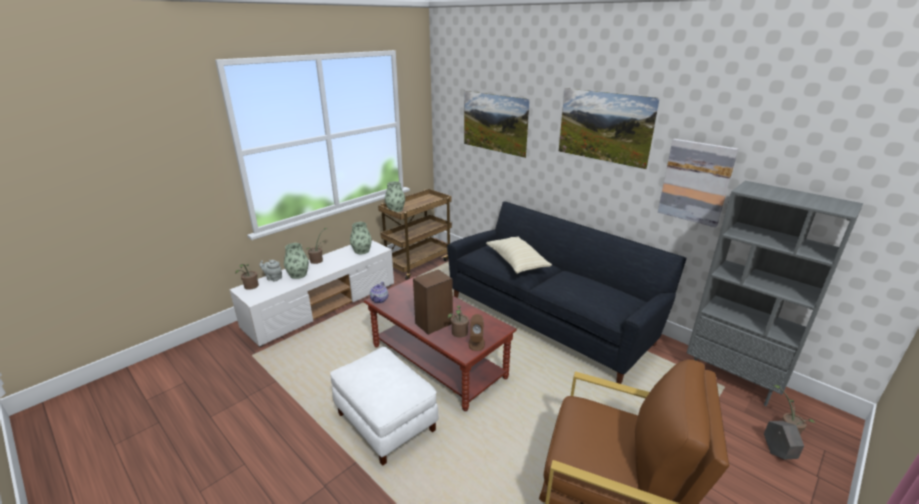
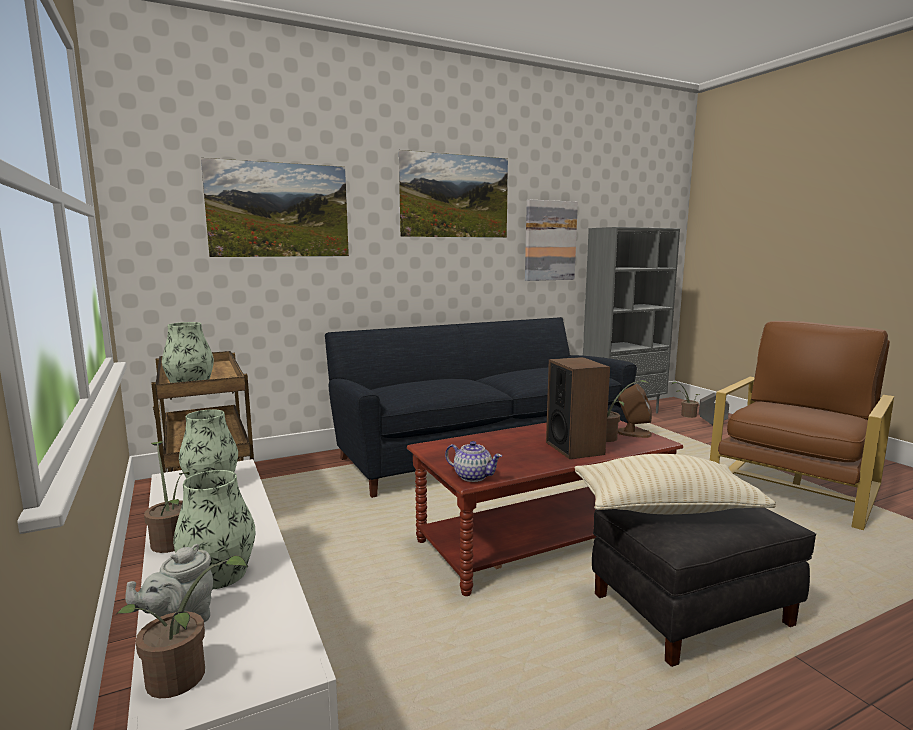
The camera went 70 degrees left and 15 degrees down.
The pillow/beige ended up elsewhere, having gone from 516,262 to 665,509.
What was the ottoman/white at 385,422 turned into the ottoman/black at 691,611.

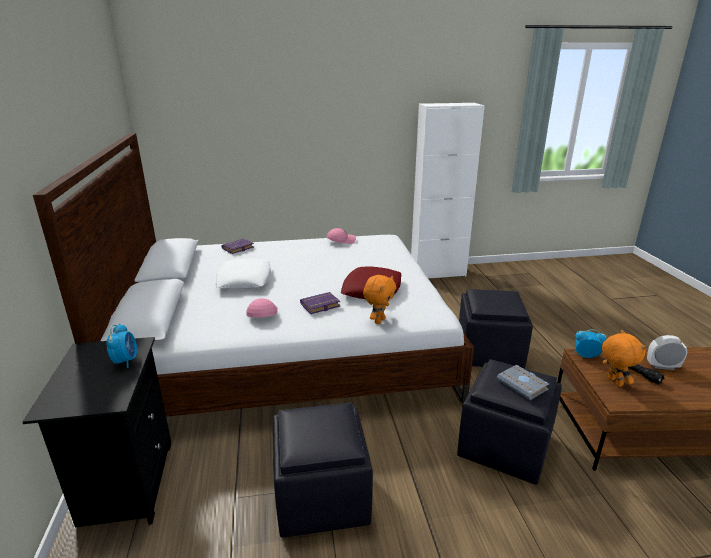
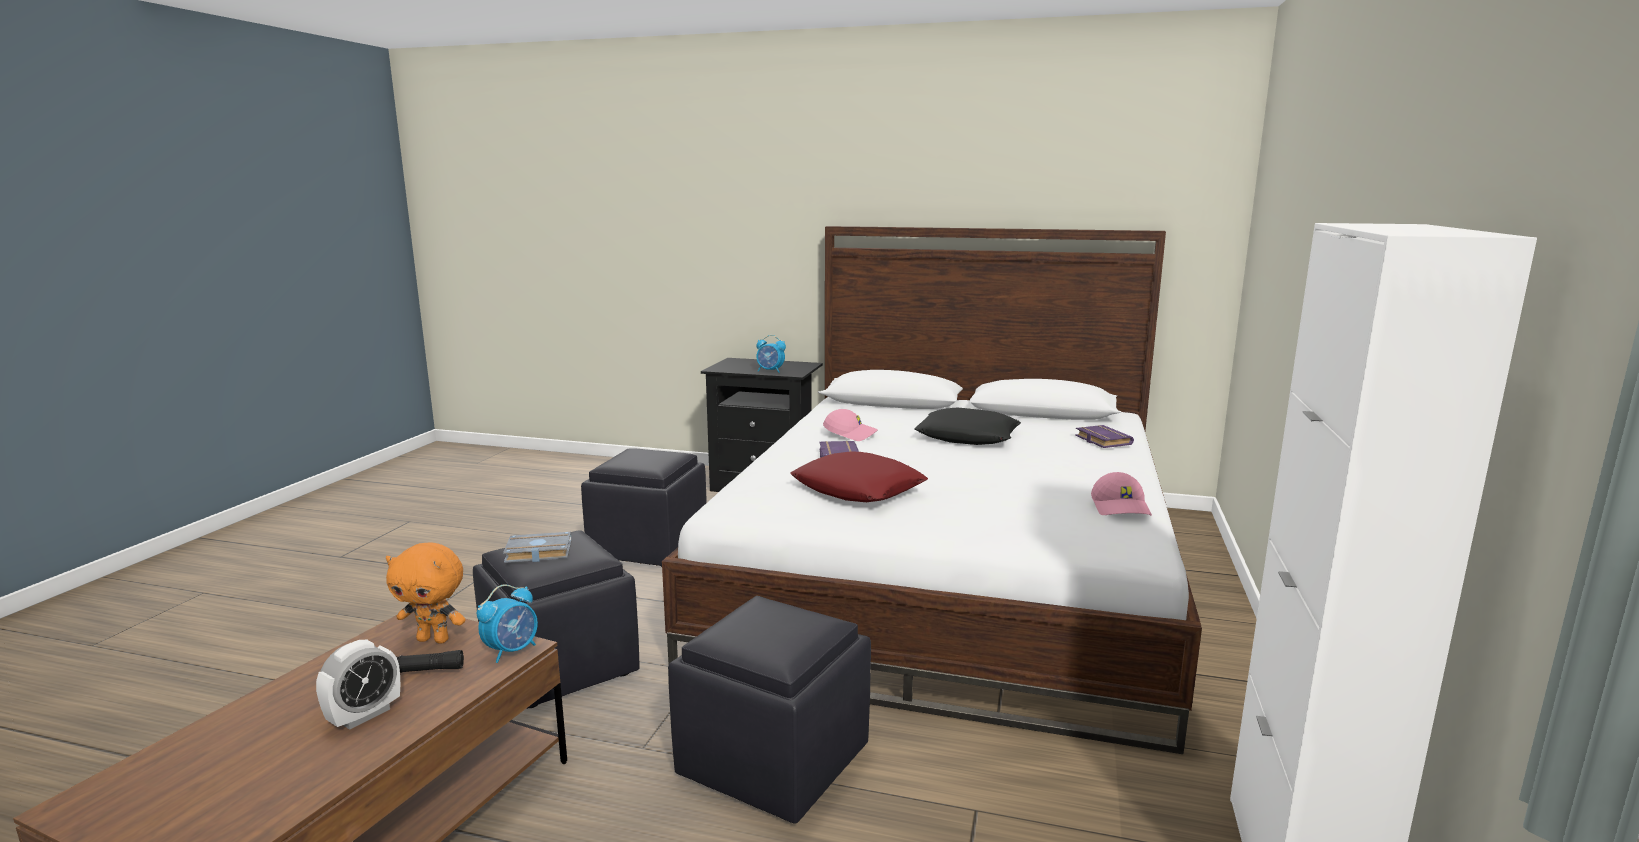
The camera went 115 degrees right and 10 degrees down.
The second view lost the plush toy/orange at 379,320.
What was the pillow/white at 244,280 turned into the pillow/black at 967,436.

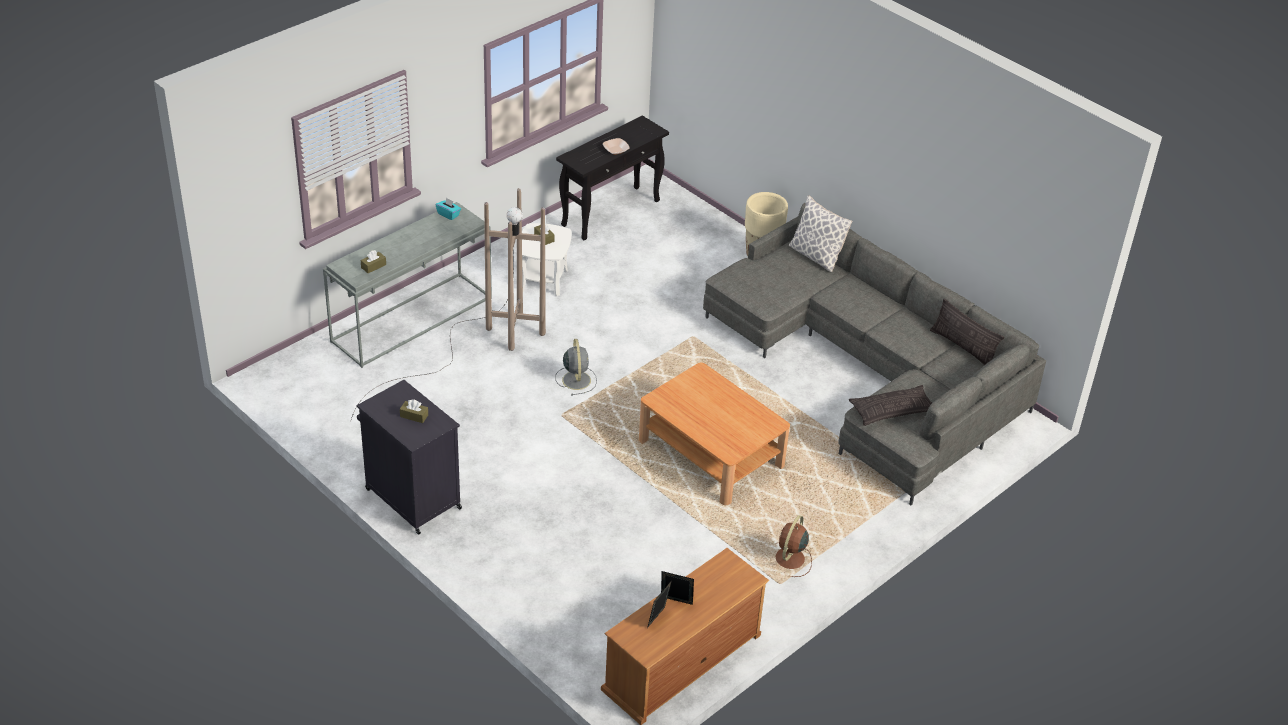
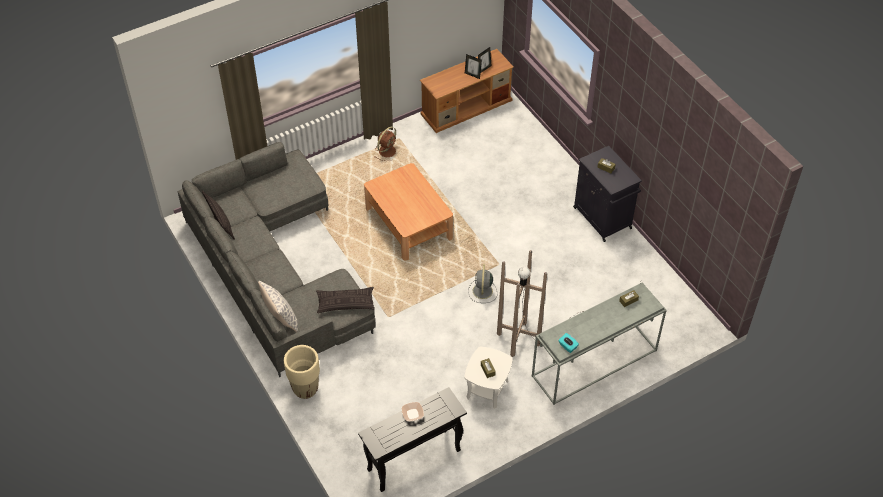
The camera went 165 degrees left and 10 degrees up.
The pillow ended up elsewhere, having gone from 892,410 to 345,303.

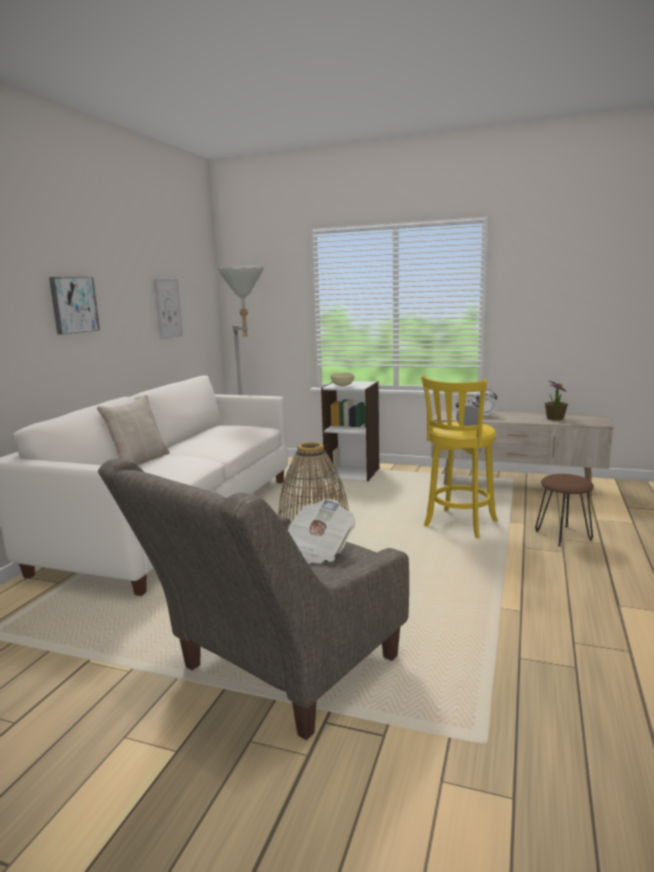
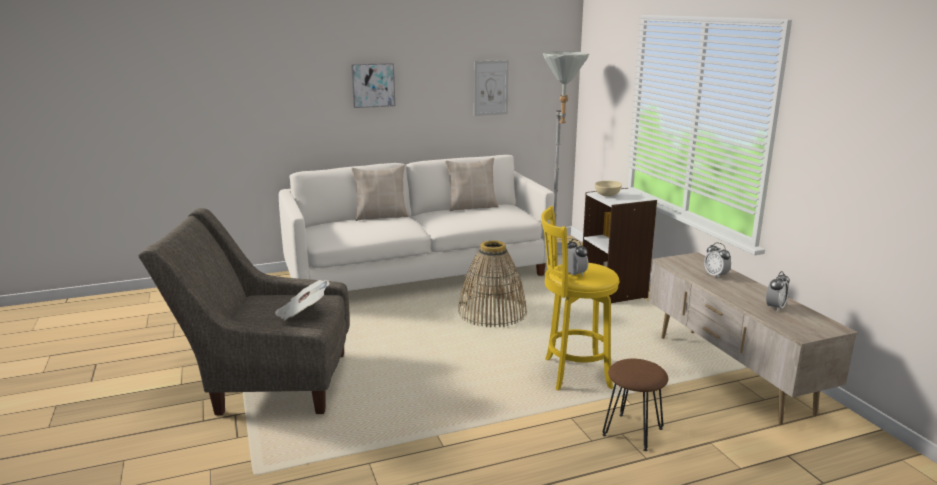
The camera went 50 degrees right and 5 degrees up.
The second view gained the pillow/beige at 472,207.
Where the potted plant stood at 554,418, the alarm clock came to stand at 775,307.

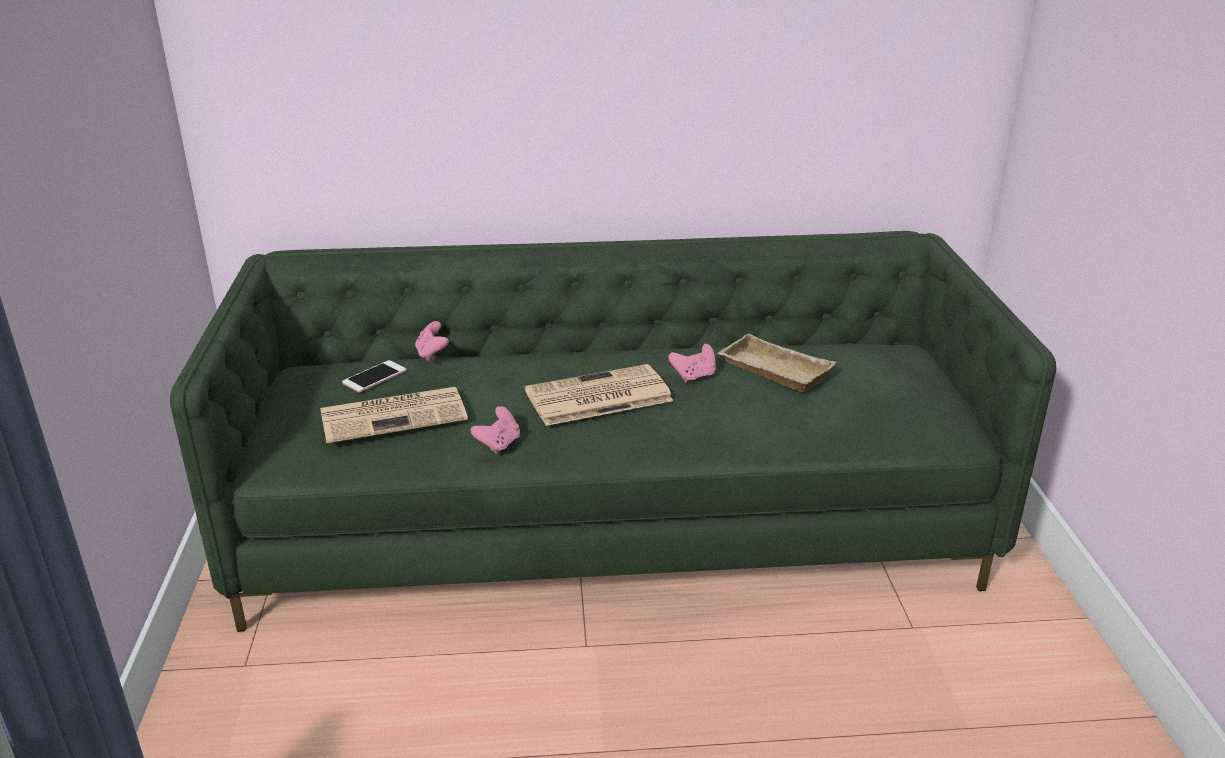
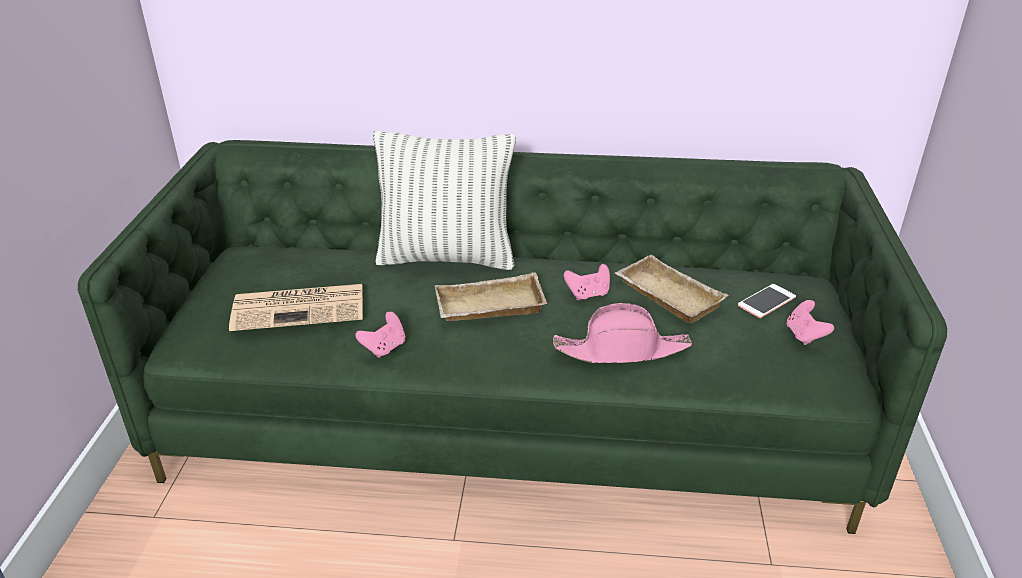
The camera went 10 degrees right and 5 degrees up.
The second view gained the pillow at 447,257.
The second view gained the hat/pink at 622,350.
The phone ended up elsewhere, having gone from 374,377 to 766,301.
The game controller/pink ended up elsewhere, having gone from 432,354 to 804,335.
Where the newspaper stood at 597,397, the tray/beige came to stand at 489,308.

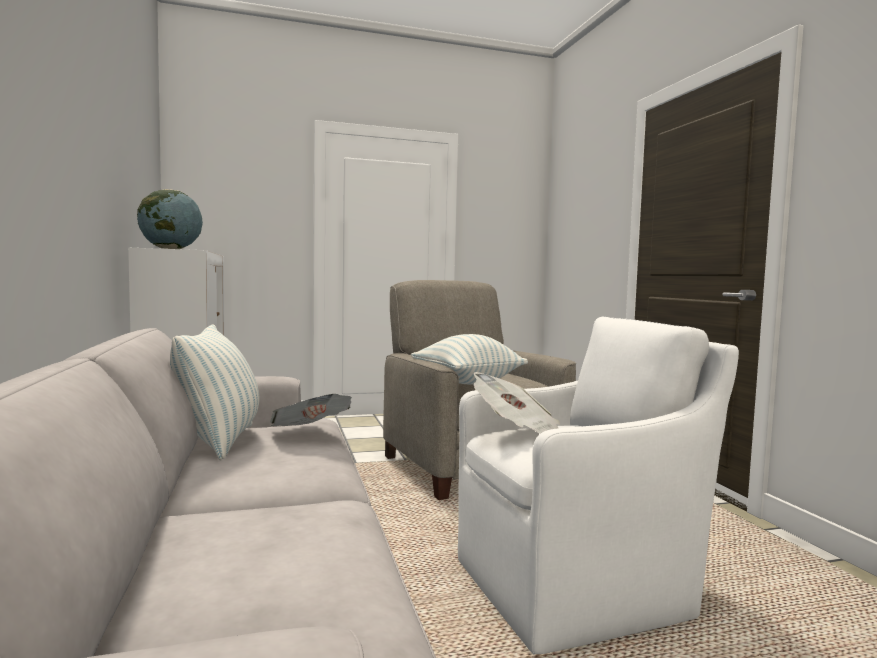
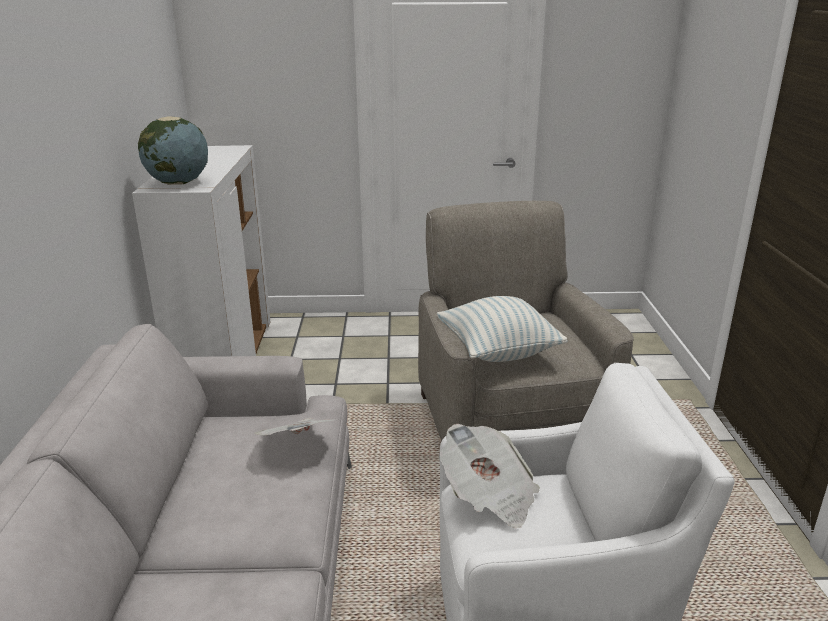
The camera went 15 degrees right and 20 degrees up.
The second view lost the pillow at 219,441.

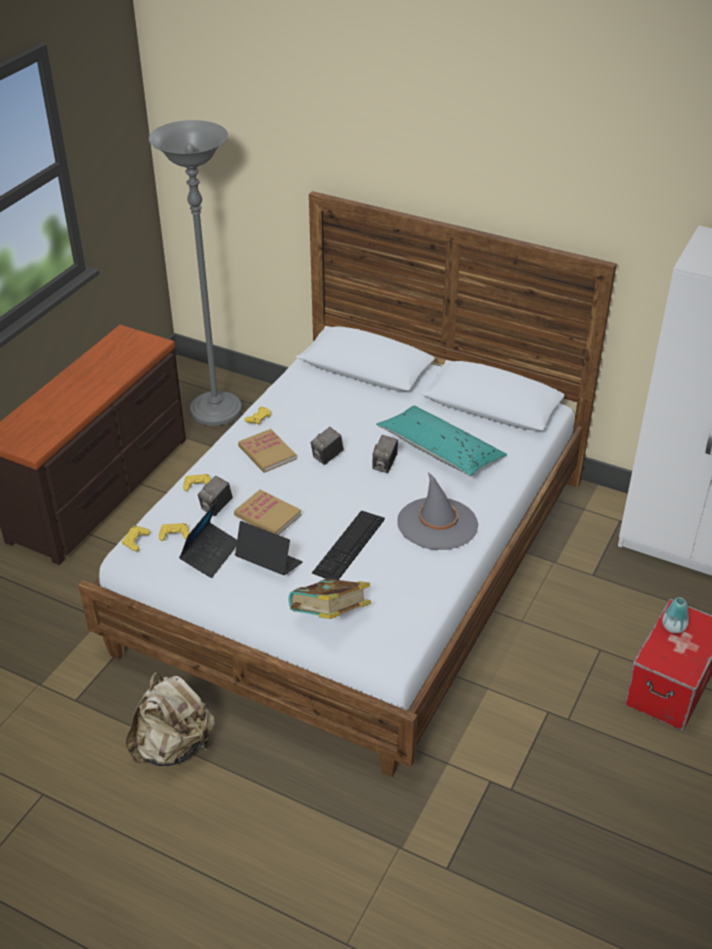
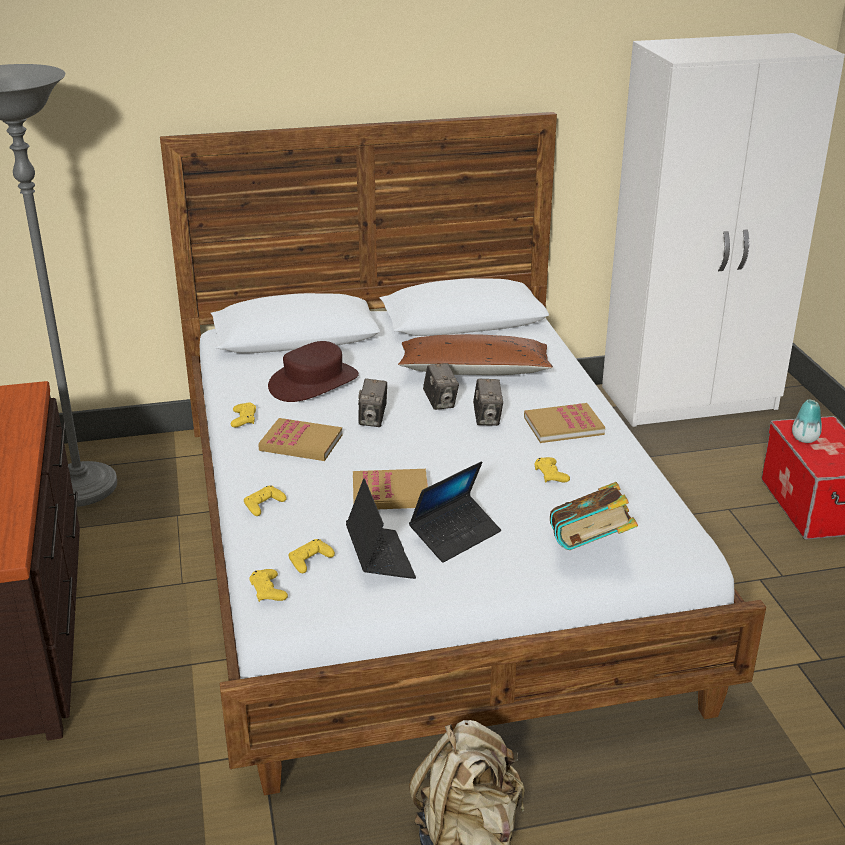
The camera went 40 degrees left and 10 degrees down.
The second view lost the keyboard at 349,545.
The second view gained the hat/brown at 314,382.
The second view gained the game controller/yellow at 550,474.
The photo camera ended up elsewhere, having gone from 216,507 to 487,419.
Where the hat/grey stood at 437,524, the book came to stand at 563,426.
What was the pillow/turquoise at 440,451 turned into the pillow/brown at 474,371.
The laptop at 269,563 ended up facing another way, 150 degrees clockwise from before.

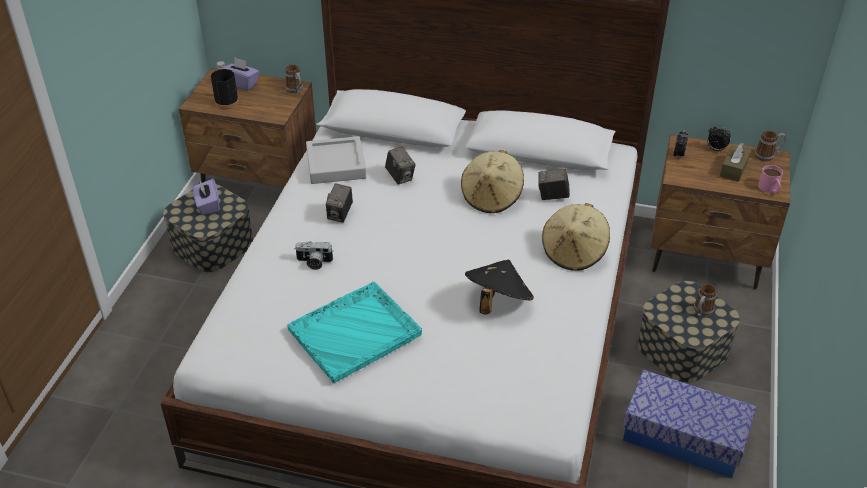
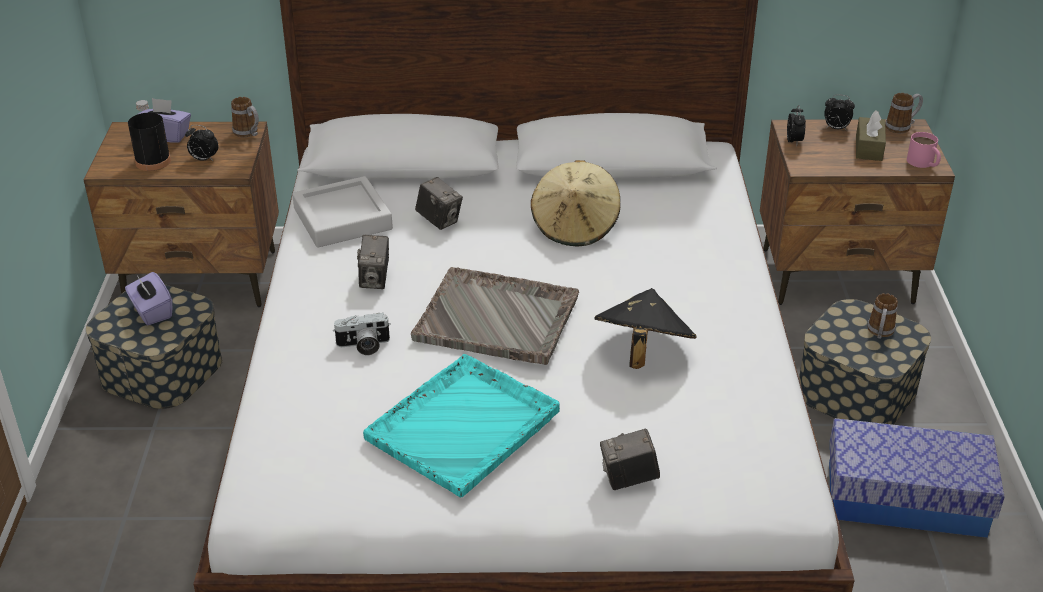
The camera went 15 degrees left and 5 degrees down.
The second view lost the hat/beige at 574,252.
The second view gained the alarm clock at 203,159.
The second view gained the tray/grey at 498,319.
The photo camera ended up elsewhere, having gone from 552,196 to 628,479.

